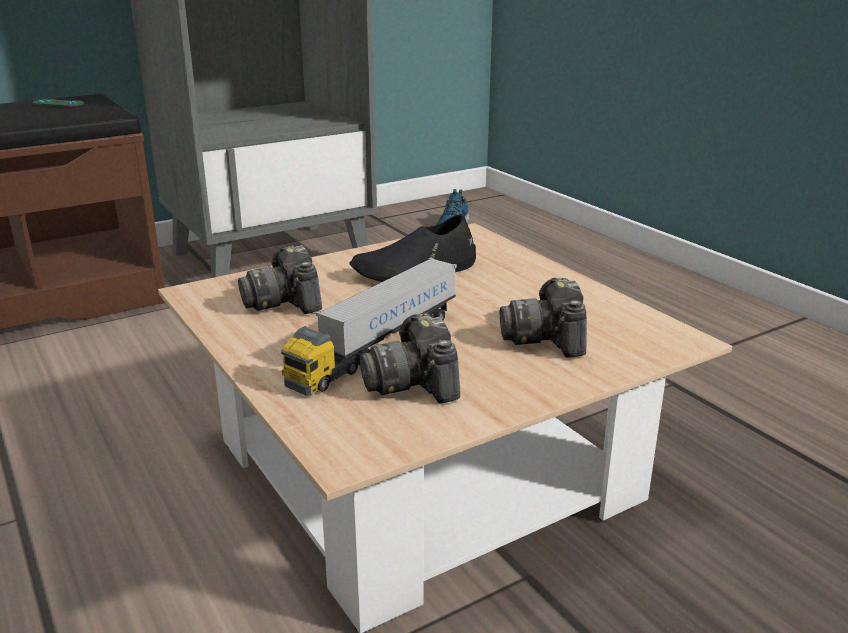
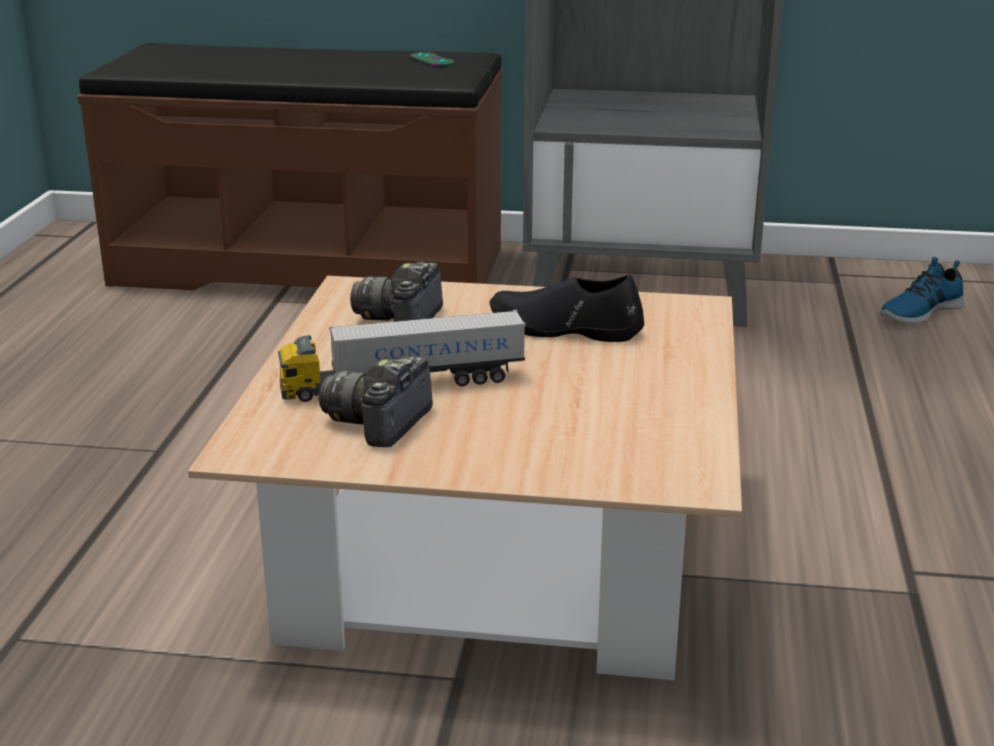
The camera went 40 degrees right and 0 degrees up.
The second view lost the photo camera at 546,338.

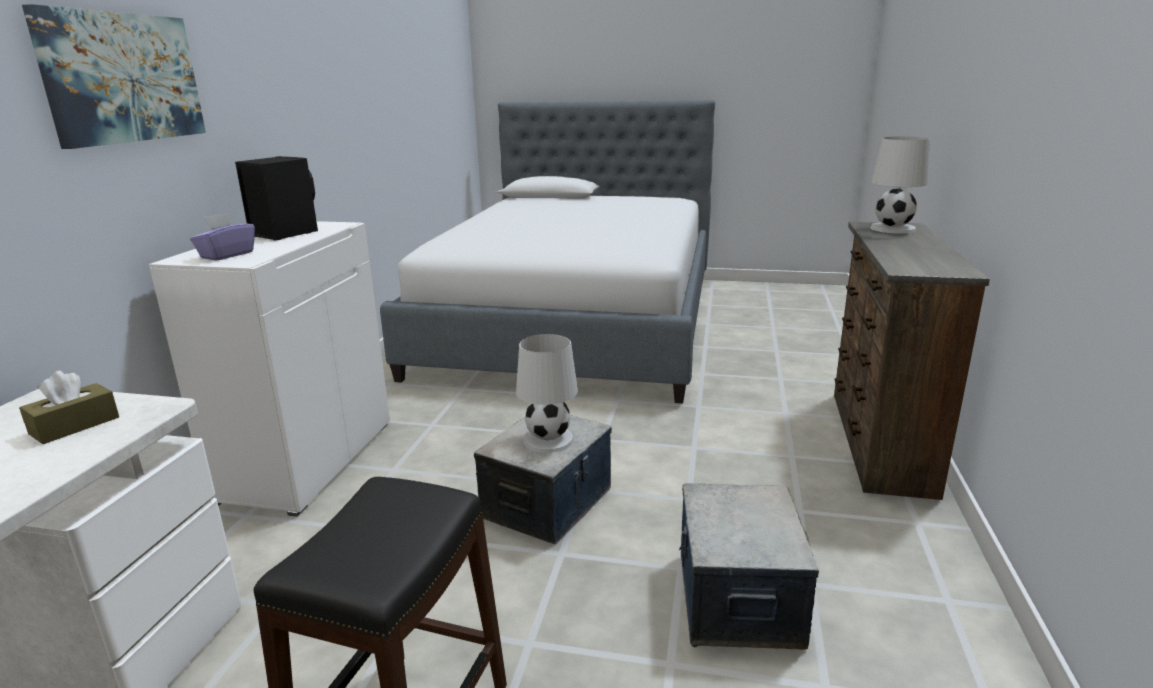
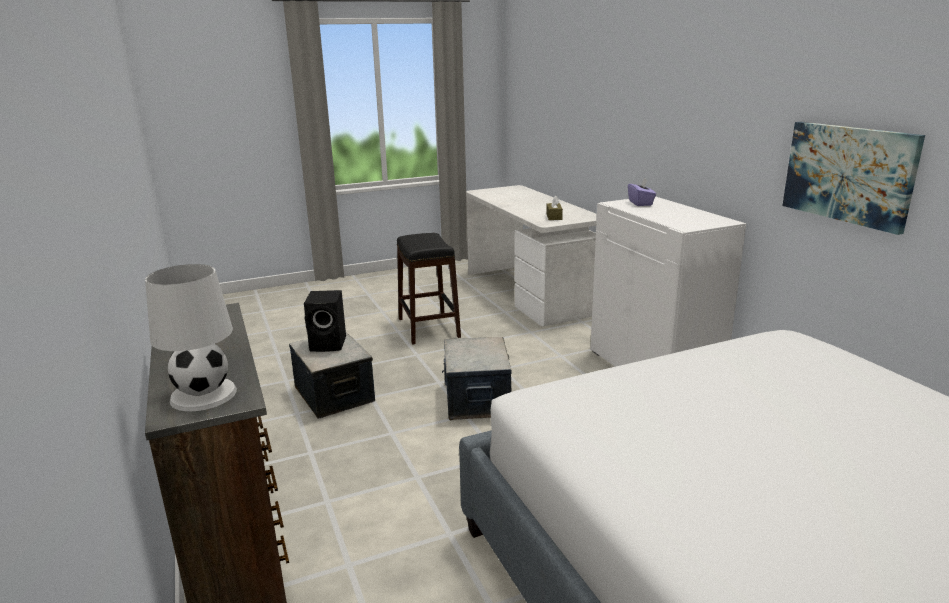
The camera went 145 degrees right and 0 degrees up.
The second view lost the table lamp/white at 549,439.
The picture ended up elsewhere, having gone from 122,78 to 848,174.
The speaker/black ended up elsewhere, having gone from 283,233 to 329,344.

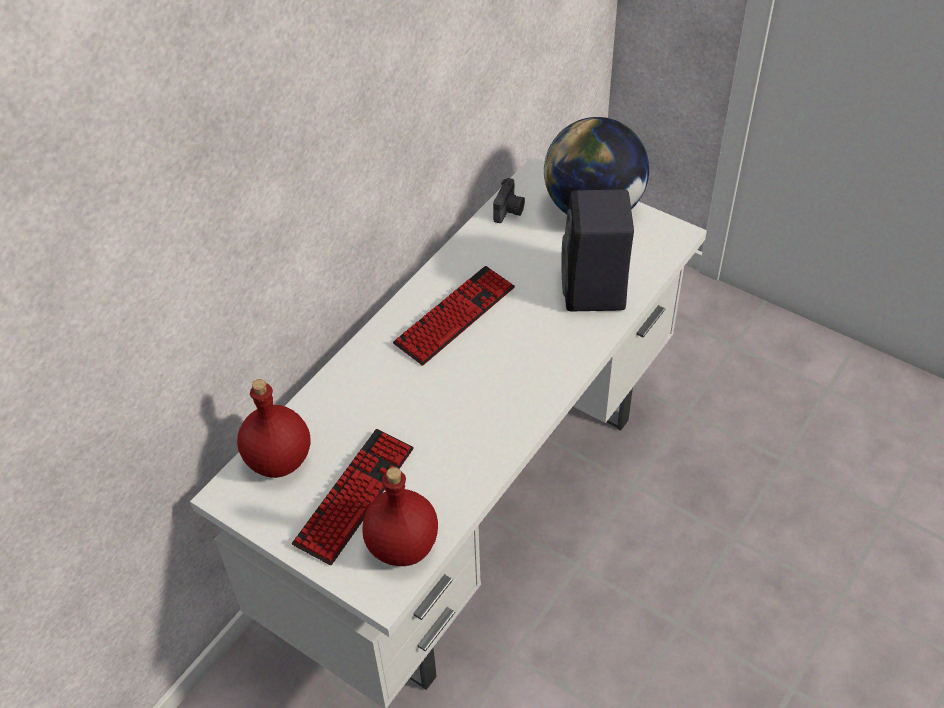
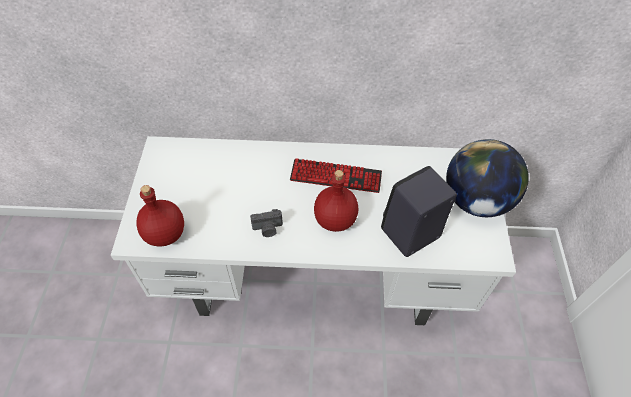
The camera went 55 degrees right and 5 degrees up.
The second view lost the keyboard at 355,496.
The bottle/red ended up elsewhere, having gone from 278,459 to 335,219.
The photo camera ended up elsewhere, having gone from 509,211 to 268,229.

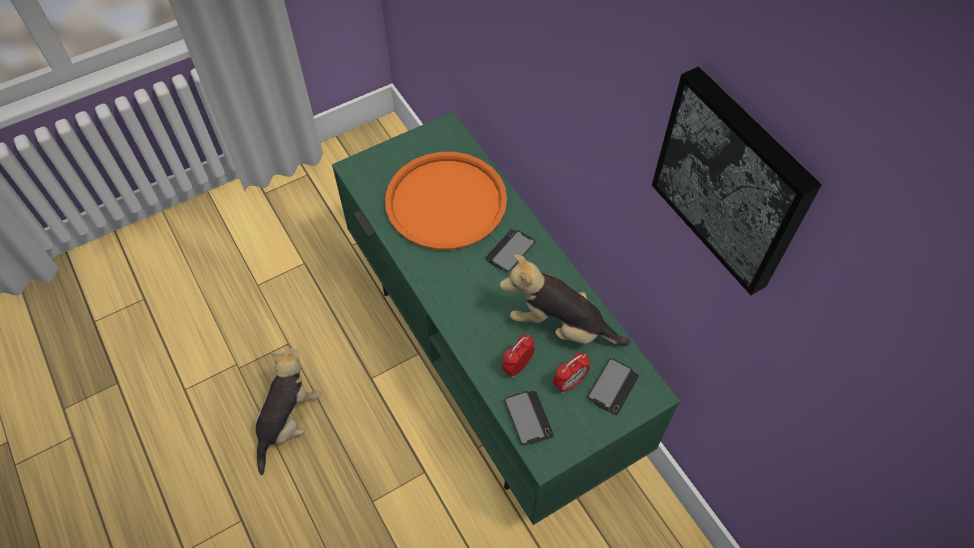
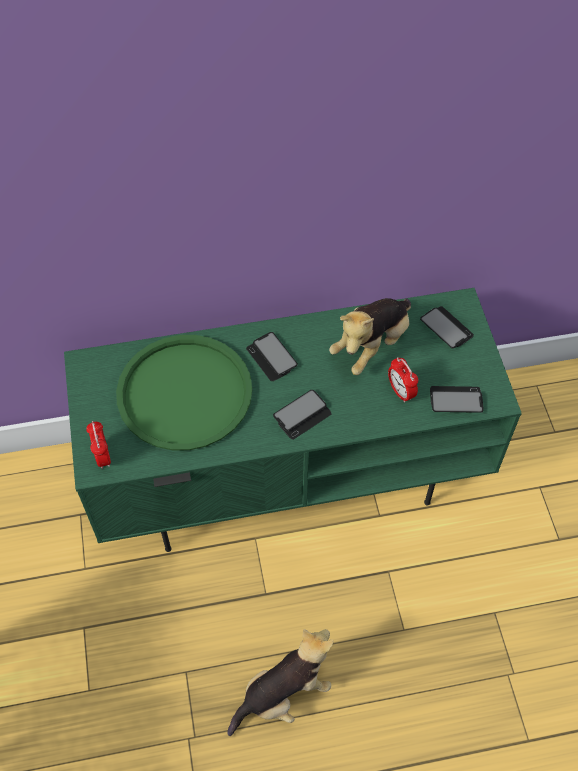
The camera went 70 degrees left and 0 degrees up.
The second view lost the picture at 733,180.
The second view gained the phone at 302,415.
The alarm clock ended up elsewhere, having gone from 569,383 to 103,456.
What was the tray/orange at 446,201 turned into the tray/green at 184,393.
The plush toy at 288,421 ended up facing another way, 105 degrees clockwise from before.

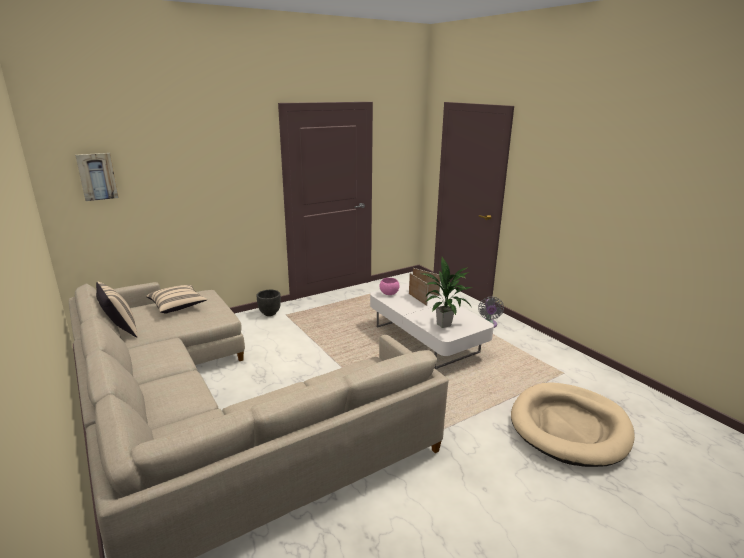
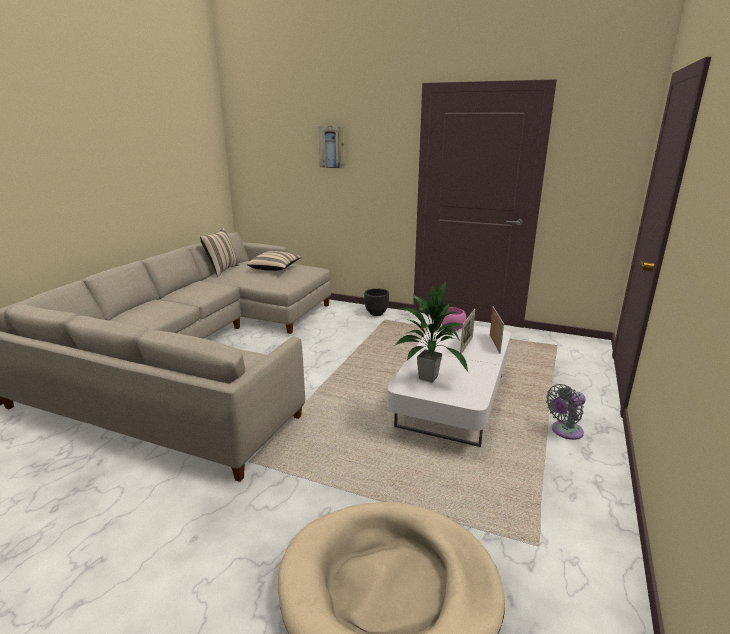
The camera went 55 degrees right and 0 degrees up.
The picture ended up elsewhere, having gone from 97,176 to 332,147.

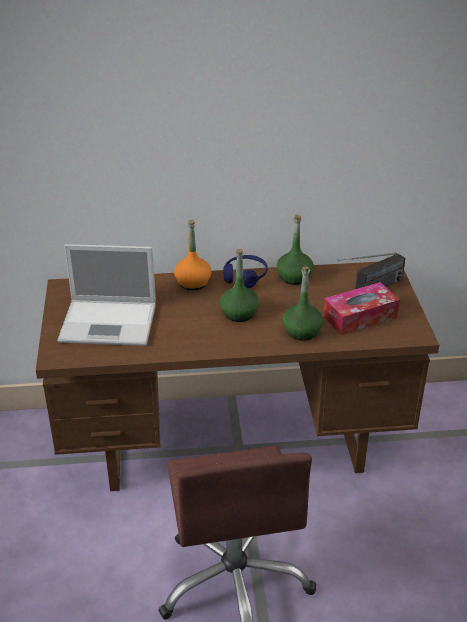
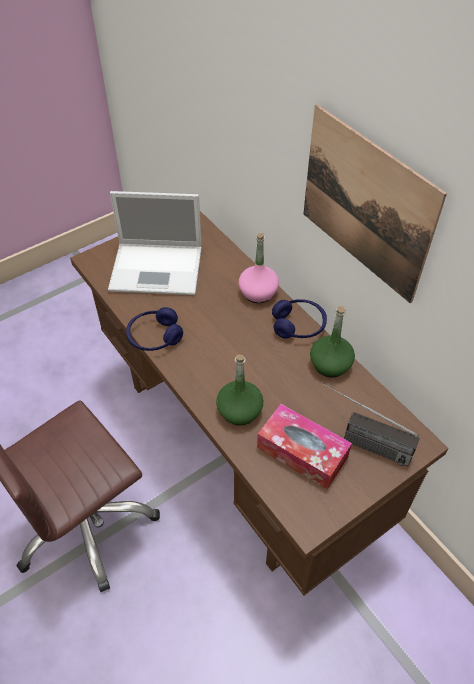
The camera went 60 degrees right and 15 degrees up.
The second view lost the bottle/green at 239,313.
The second view gained the headphones/blue at 154,337.
The second view gained the picture at 365,204.
What was the bottle/orange at 193,283 turned into the bottle/pink at 258,292.
The laptop at 110,322 ended up facing another way, 60 degrees counterclockwise from before.

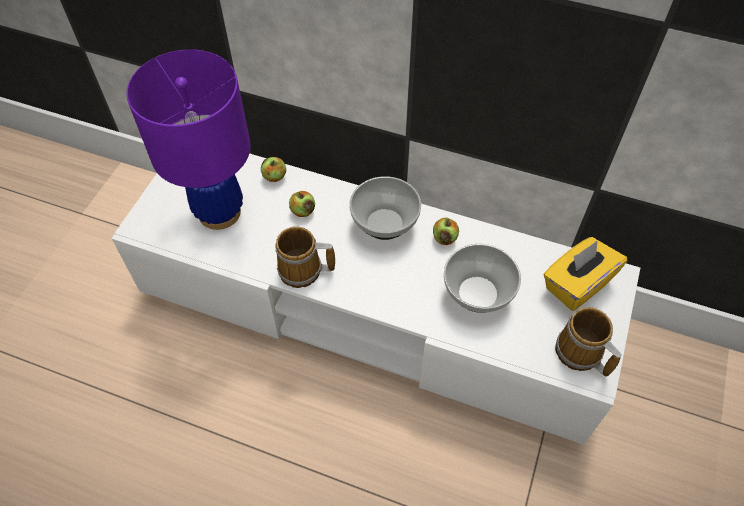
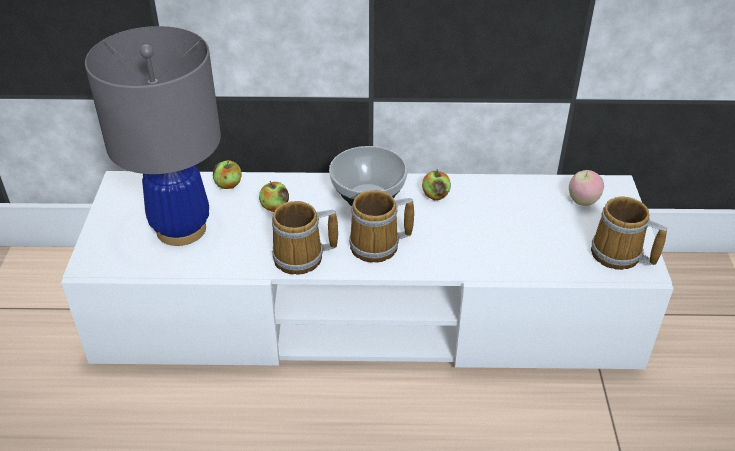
The camera went 20 degrees left and 15 degrees down.
The second view lost the bowl at 478,294.
The second view gained the mug at 378,246.
Where the tissue box/yellow stood at 577,284, the apple came to stand at 583,201.
What was the table lamp/purple at 219,212 turned into the table lamp/grey at 181,229.

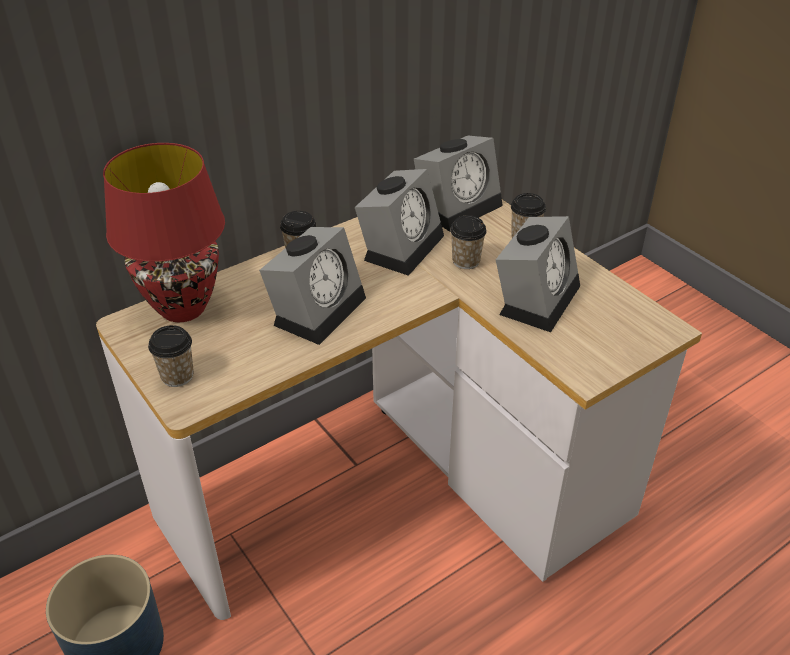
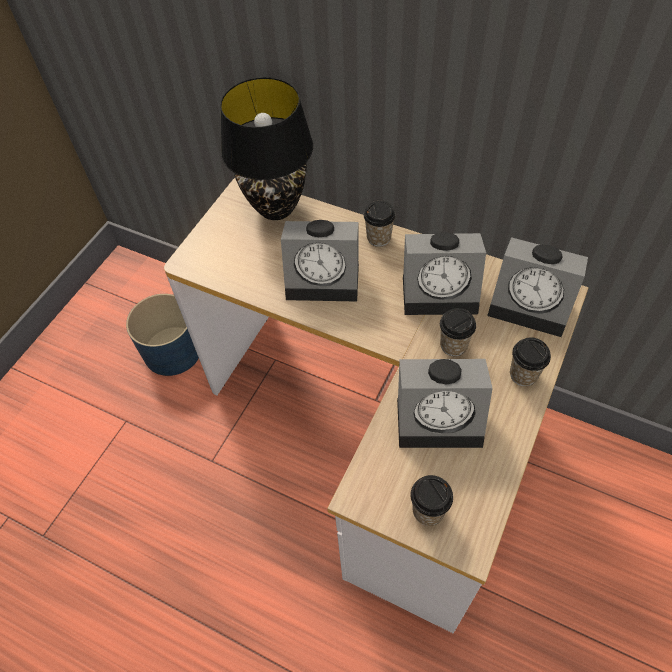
The camera went 65 degrees right and 15 degrees up.
The cup ended up elsewhere, having gone from 177,376 to 428,511.
What was the table lamp/red at 182,309 turned into the table lamp/black at 275,208.

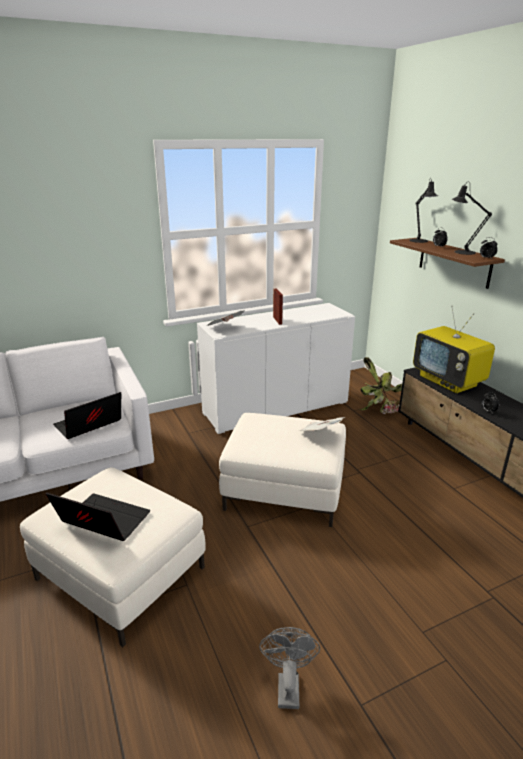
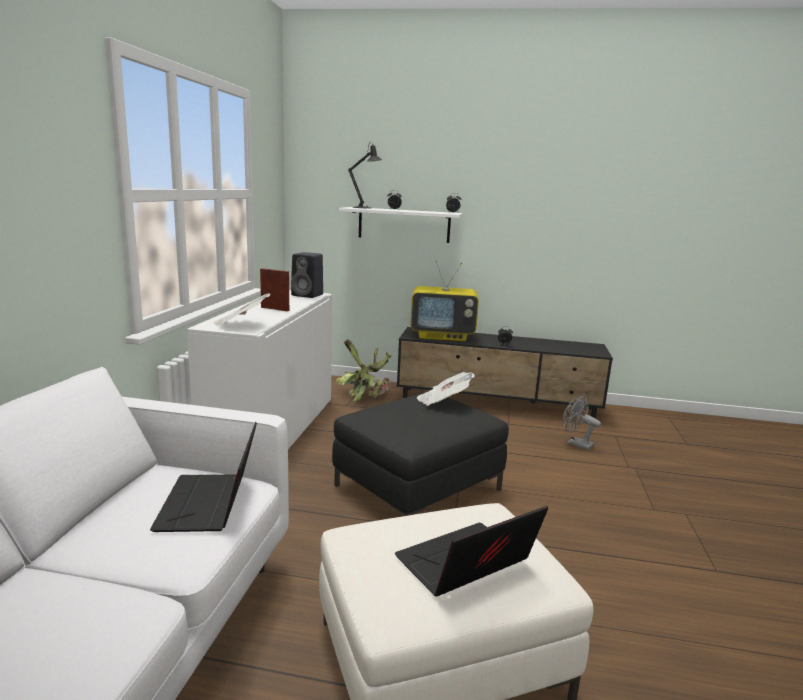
The camera went 55 degrees left and 10 degrees down.
The second view lost the table lamp/black at 461,252.
The second view gained the speaker/black at 308,295.
The fan/grey ended up elsewhere, having gone from 287,685 to 575,444.
What was the ottoman/white at 284,489 turned into the ottoman/black at 417,488.
What was the shelf/brown at 454,262 turned into the shelf/white at 404,225.

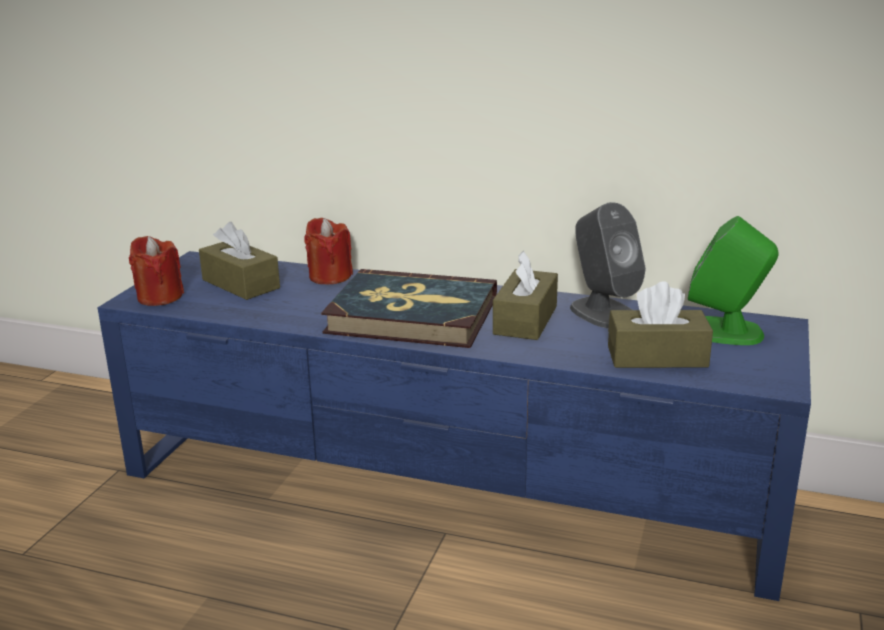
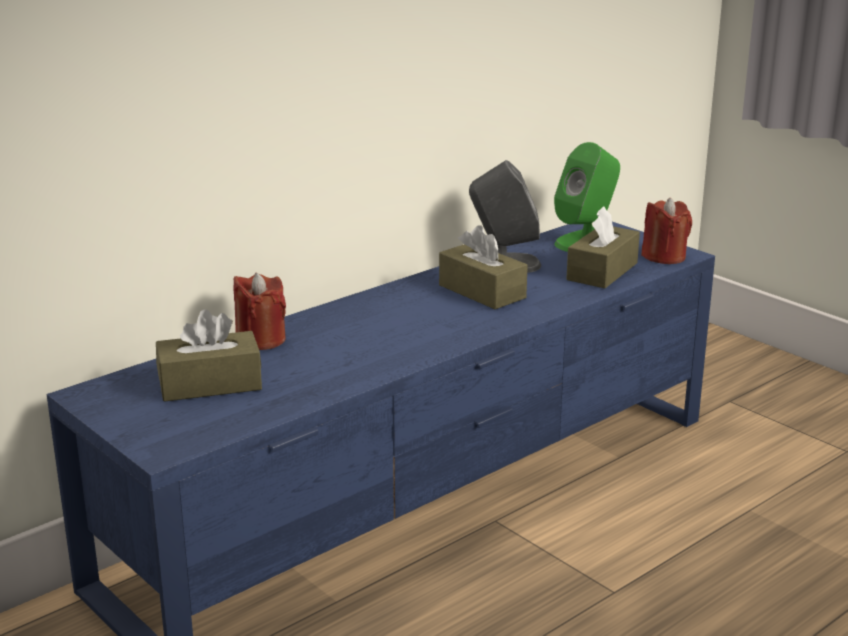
The camera went 60 degrees left and 0 degrees up.
The second view lost the book at 412,315.
The candle/red ended up elsewhere, having gone from 159,297 to 664,256.

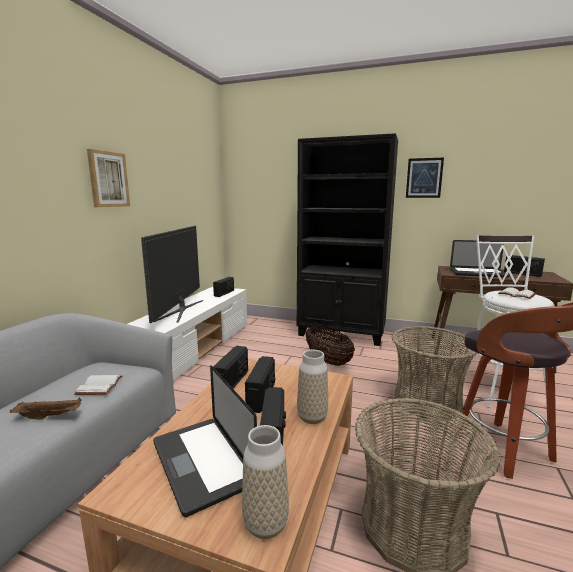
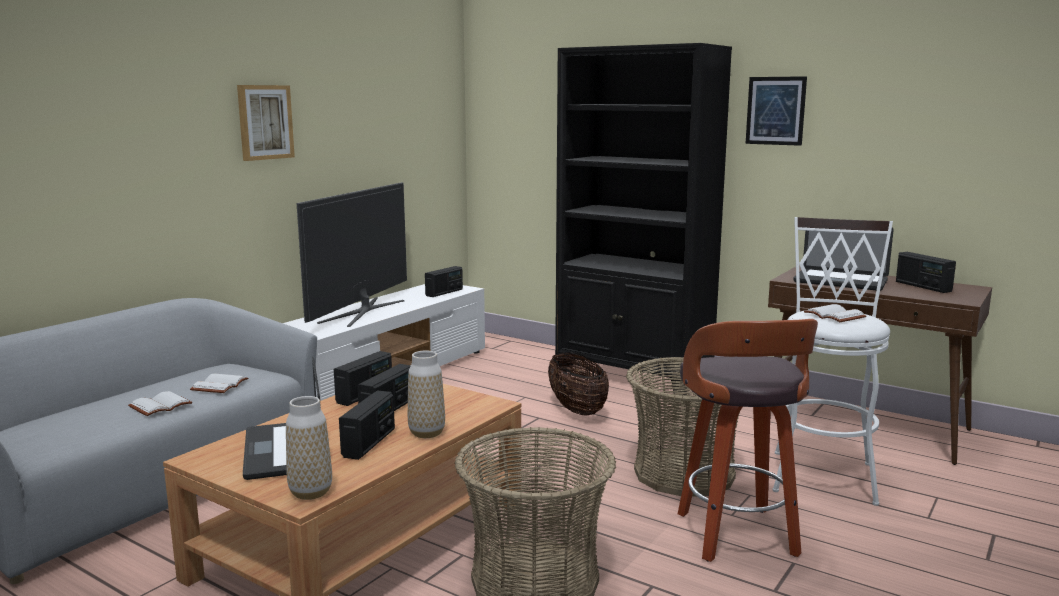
The camera went 15 degrees right and 0 degrees up.
Where the tray/brown stood at 50,416, the book/white came to stand at 160,405.

